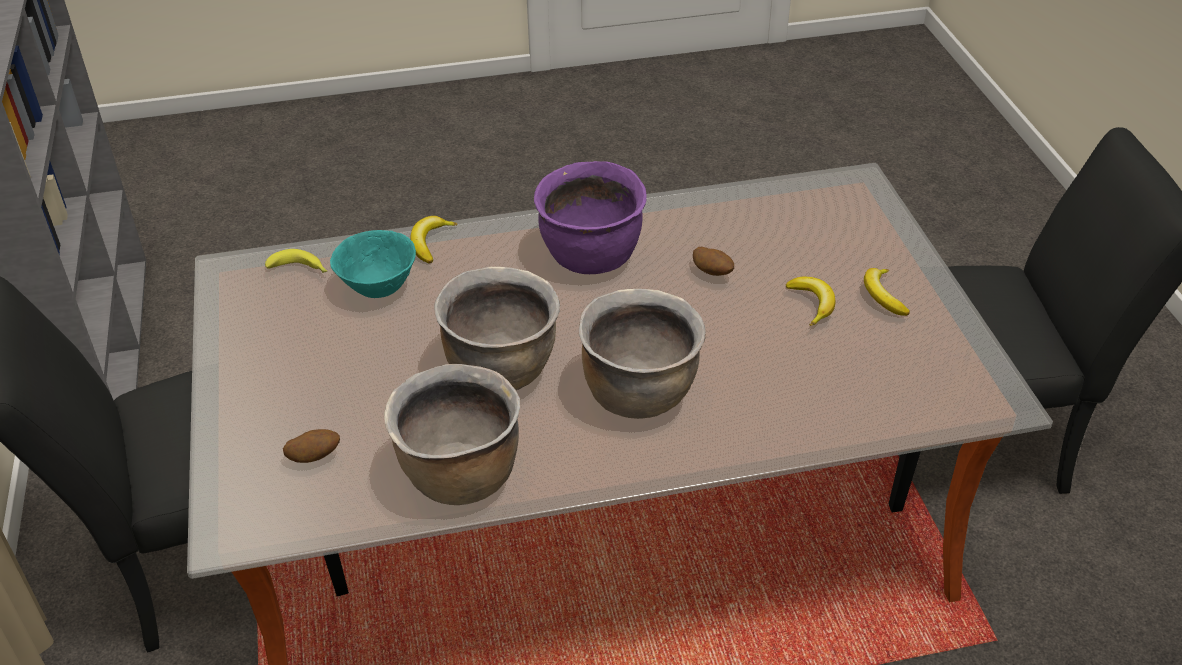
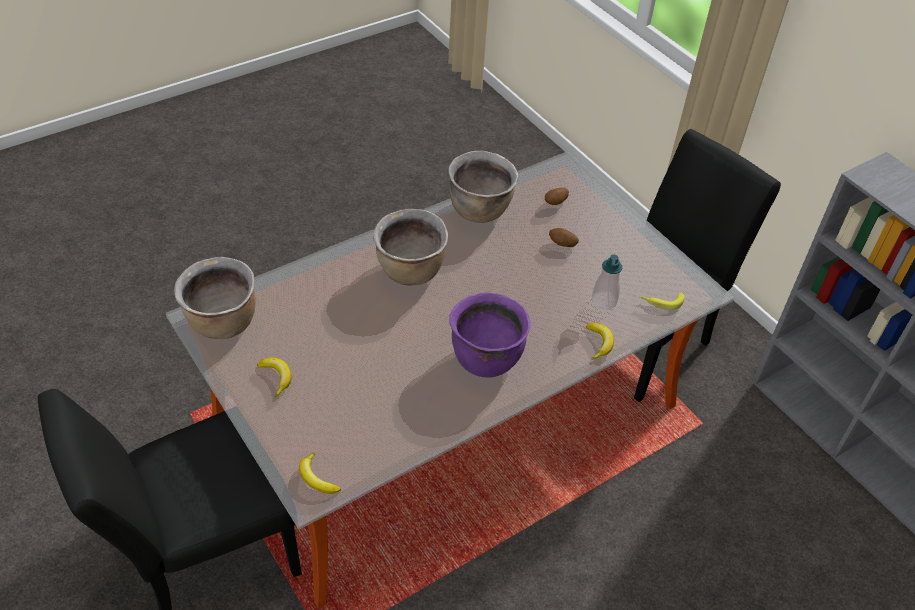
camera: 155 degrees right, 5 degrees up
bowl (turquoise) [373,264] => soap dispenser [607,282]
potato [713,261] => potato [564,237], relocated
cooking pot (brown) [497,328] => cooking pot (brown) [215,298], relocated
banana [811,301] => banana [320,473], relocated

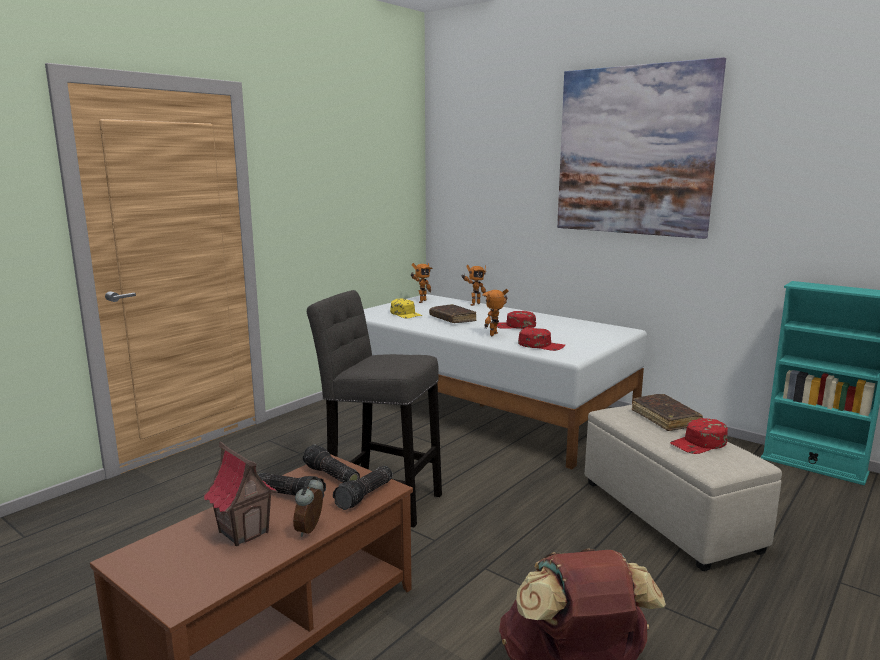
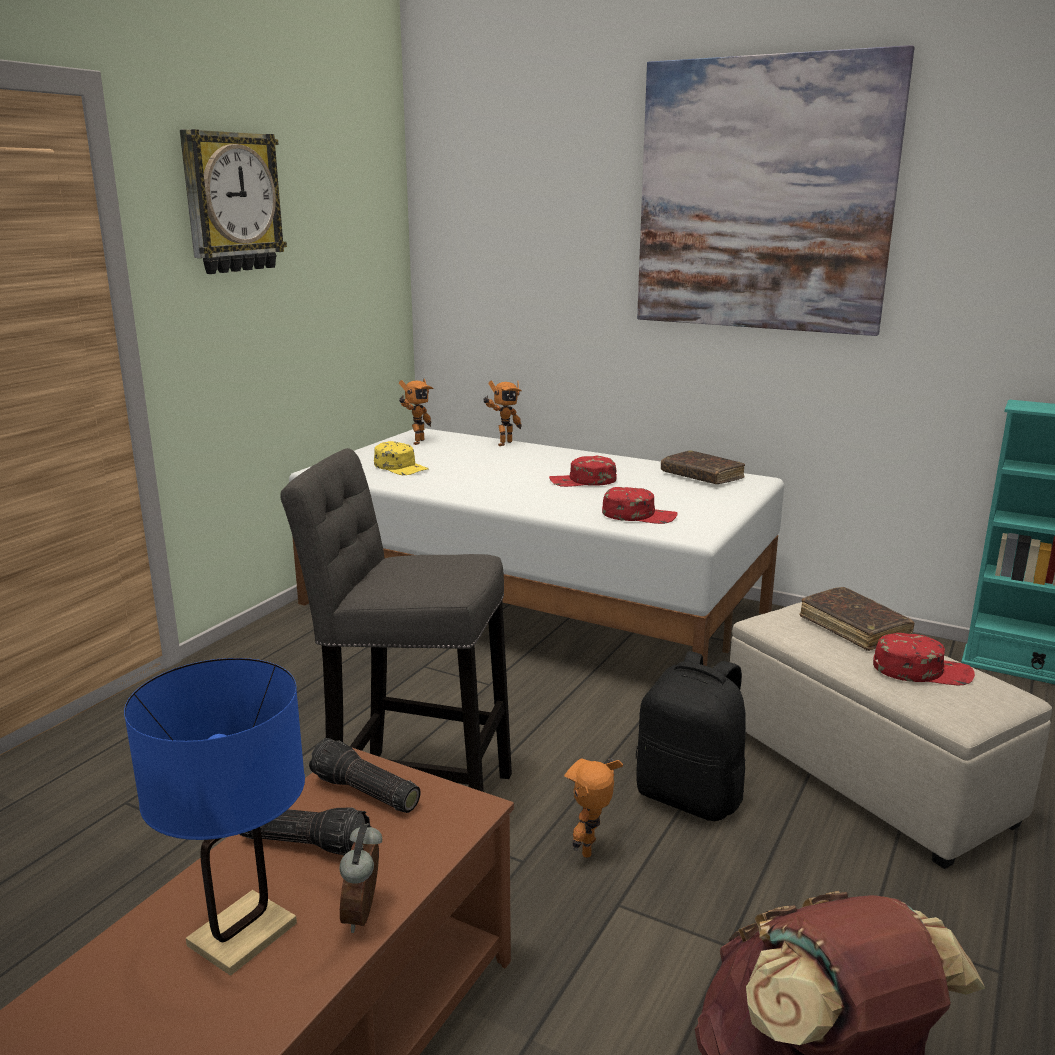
camera: 10 degrees left, 5 degrees up
toy robot [496,312] => toy robot [593,808], relocated
book (brown) [452,313] => book (brown) [703,467], relocated
cap (red) [699,436] => cap (red) [924,659], 135 degrees counterclockwise
toy house [240,493] => table lamp (blue) [214,817]
flashlight [362,488] => nothing
nothing => wall clock [233,201]
nothing => backpack (black) [691,736]

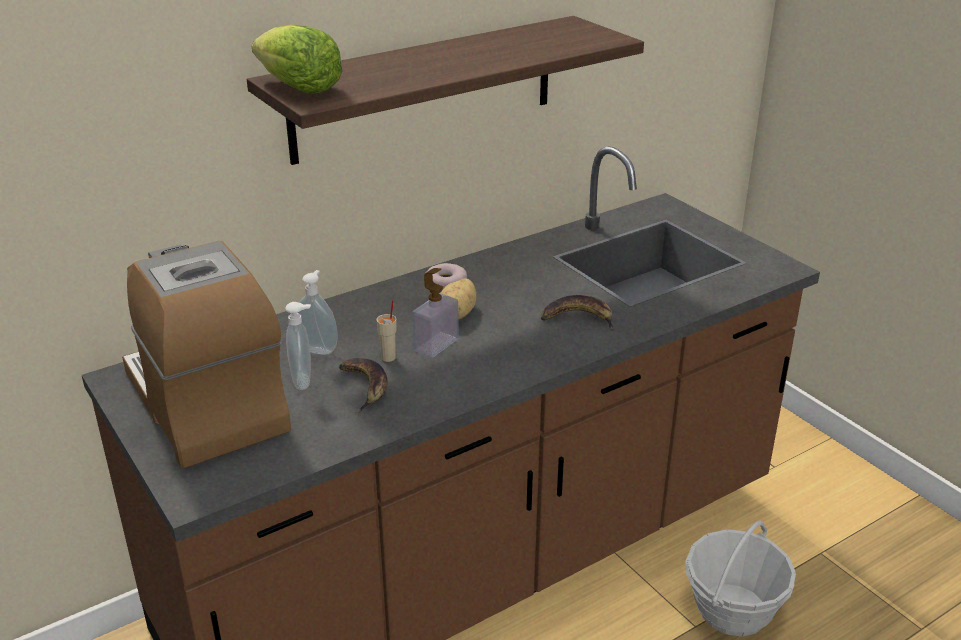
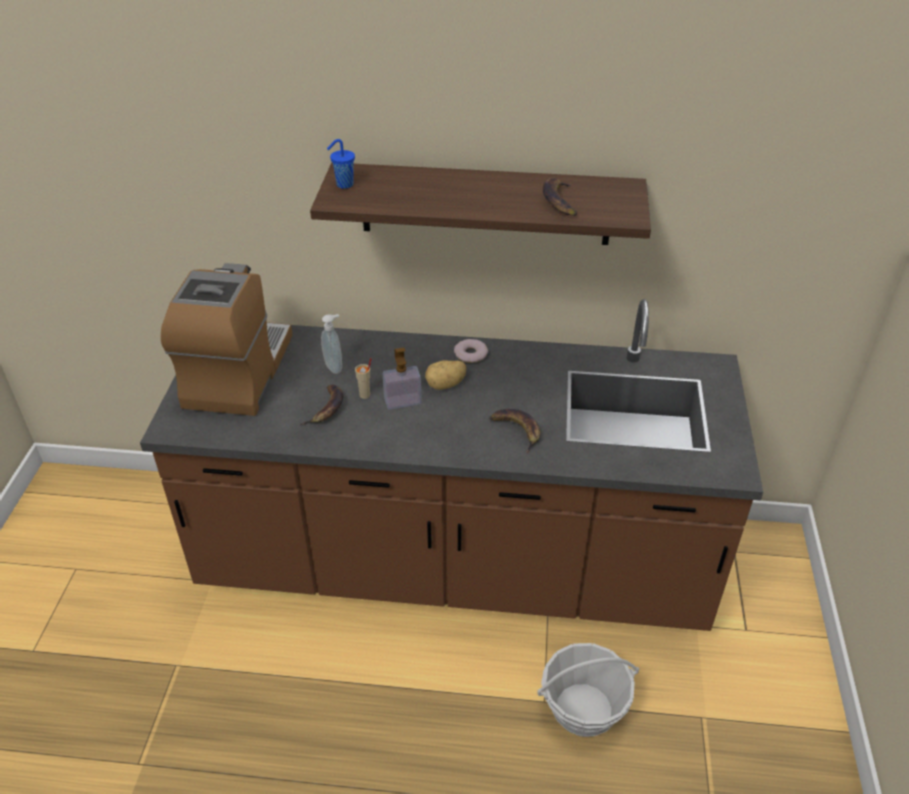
camera: 40 degrees right, 10 degrees up
lettuce [297,59] => cup (blue) [341,164]
soap dispenser [298,346] => nothing
nothing => banana [560,197]

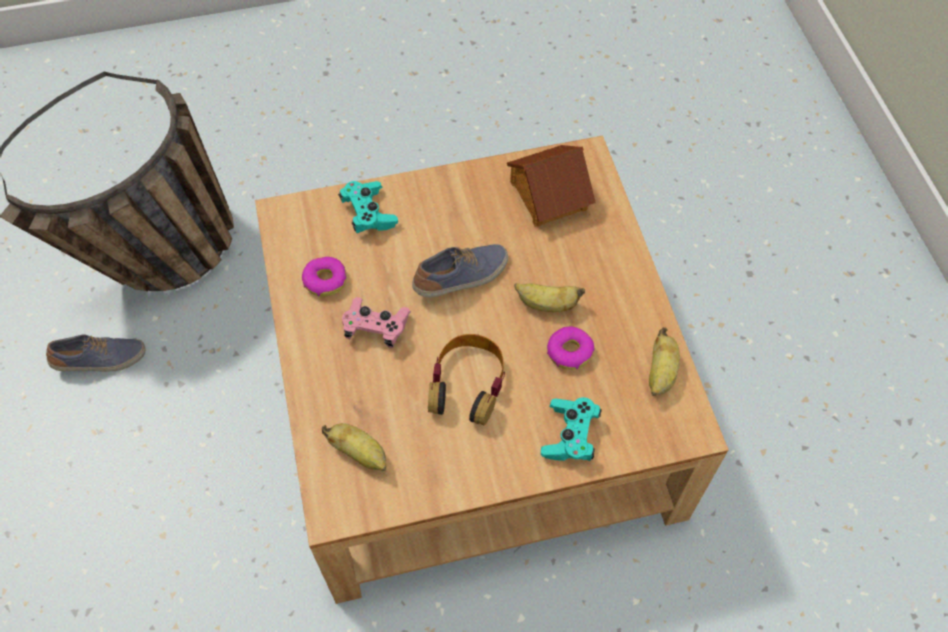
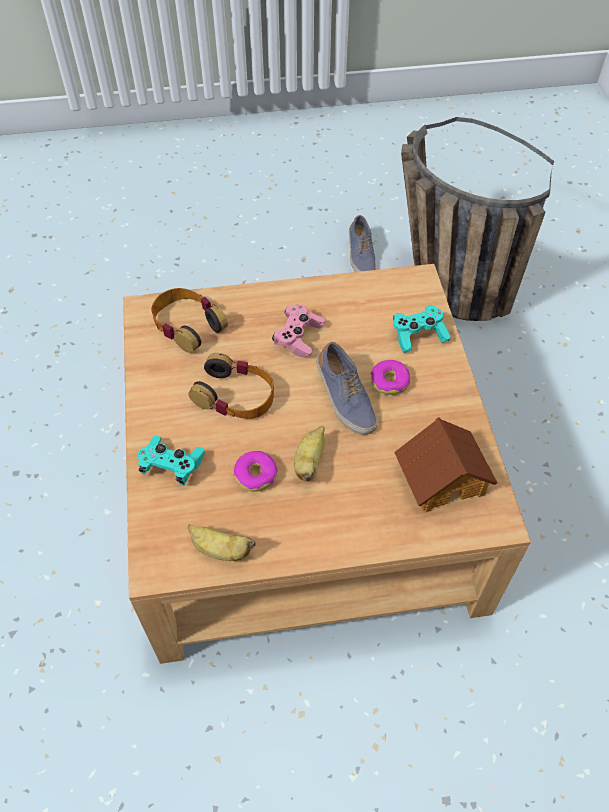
camera: 95 degrees right, 5 degrees down
donut [324,277] => donut [390,377], relocated
banana [354,447] => headphones [190,320]

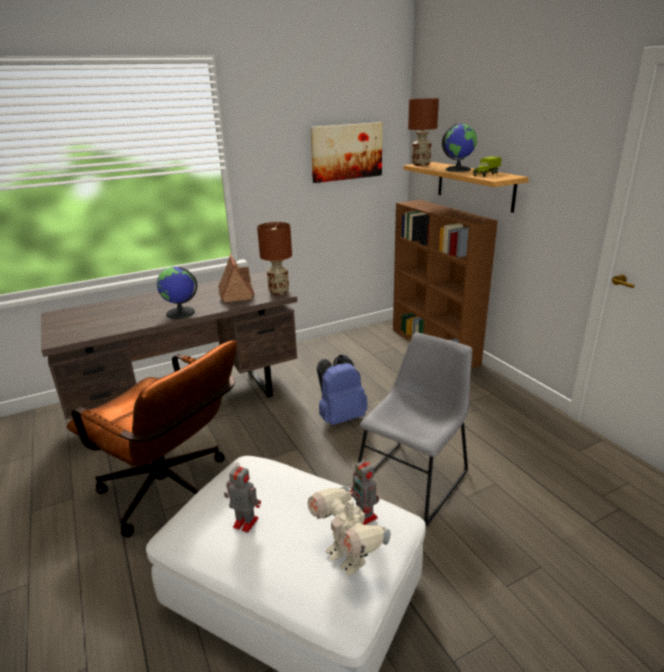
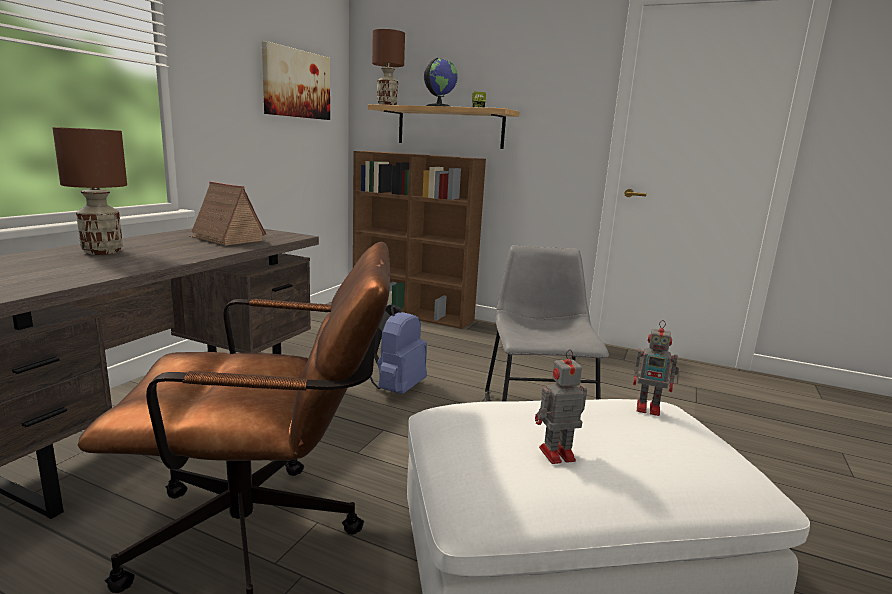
camera: 40 degrees left, 10 degrees down
table lamp (brown) [274,258] => table lamp (brown) [90,191], relocated
globe [177,293] => nothing
toy robot [349,531] => nothing

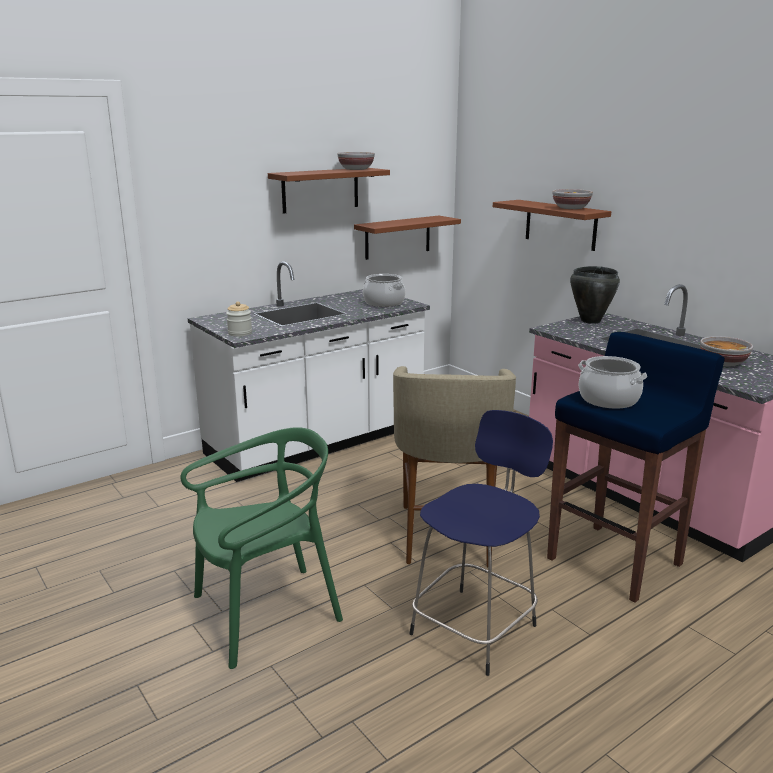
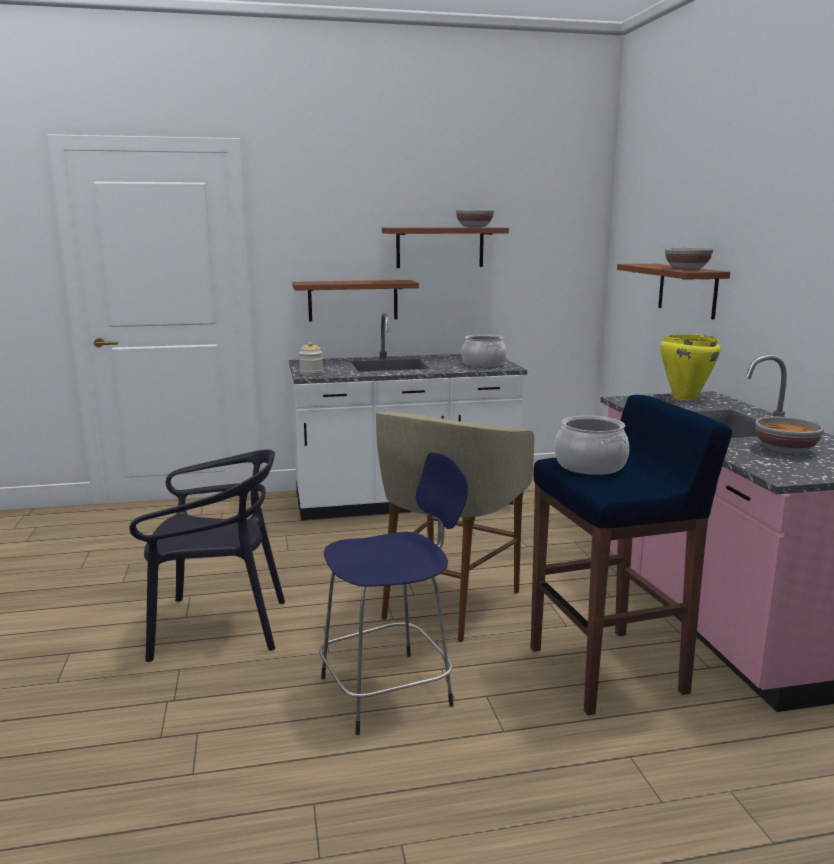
camera: 25 degrees right, 5 degrees down
shelf (brown) [407,238] => shelf (brown) [355,301], relocated
cooking pot (black) [595,295] => cooking pot (yellow) [690,367]
chair (green) [261,548] => chair (black) [207,556]

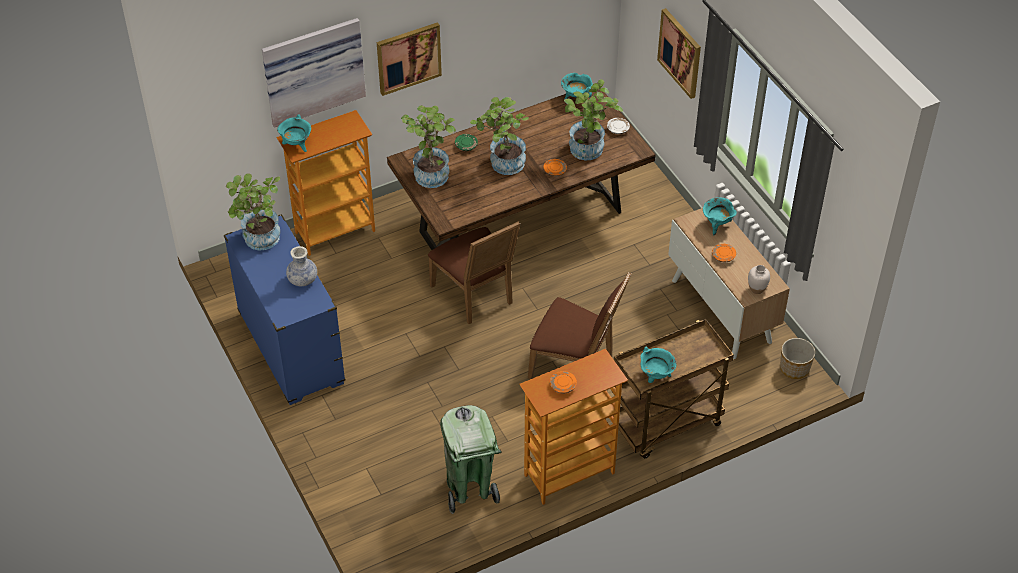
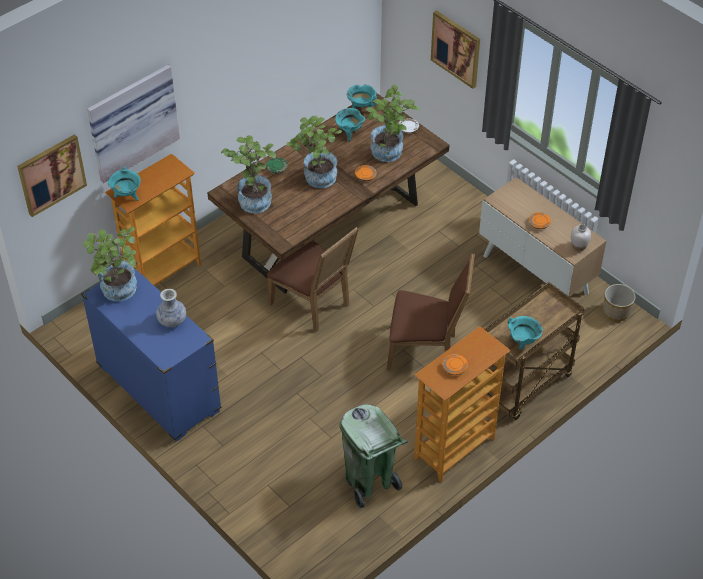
camera: 15 degrees left, 0 degrees up
picture [409,59] => picture [52,175], relocated
cooking pot (turquoise) [720,216] => cooking pot (turquoise) [350,125], relocated

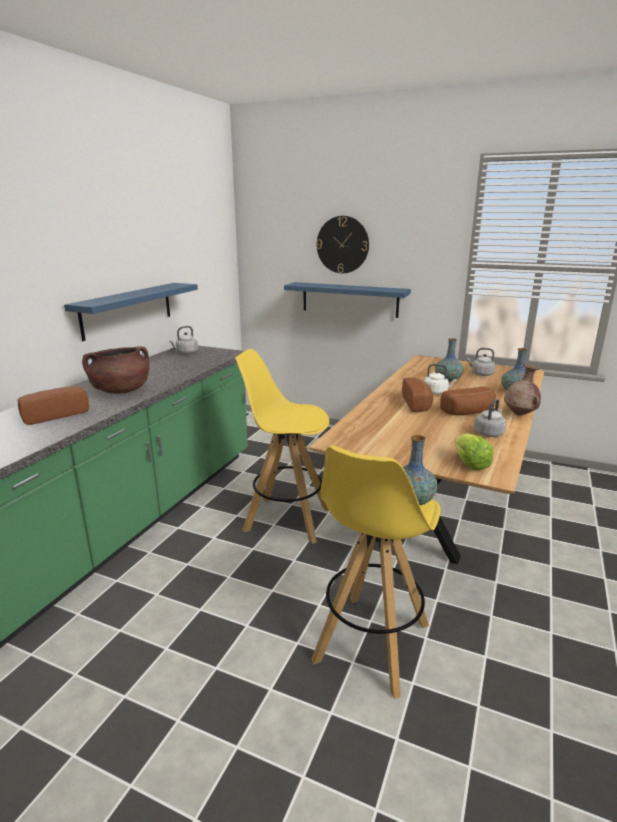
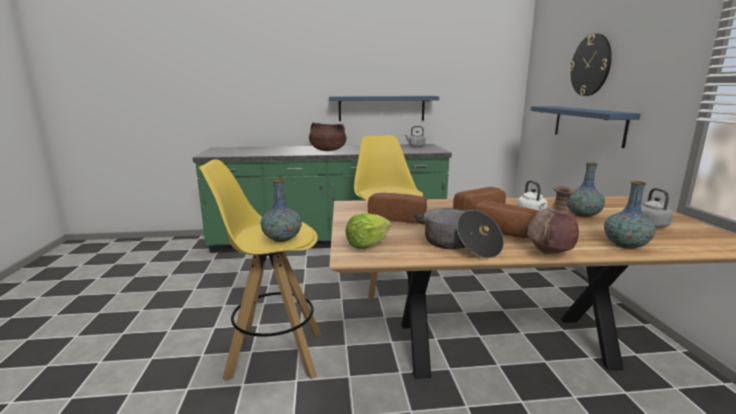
camera: 60 degrees right, 5 degrees down
bread [53,405] => bread [397,208], relocated
kettle (grey) [490,418] => cooking pot [459,233]

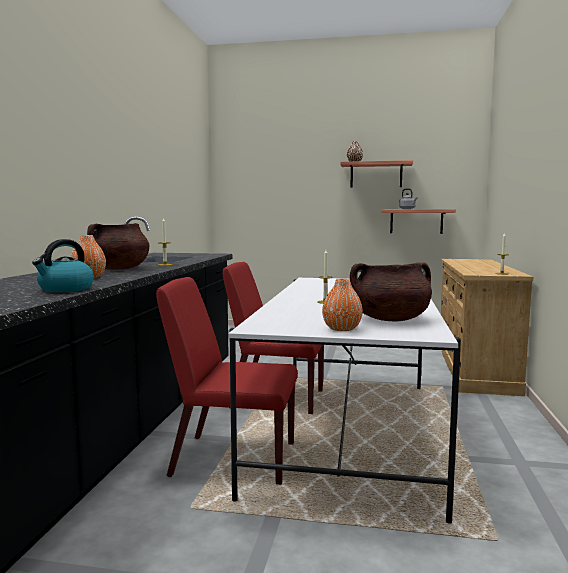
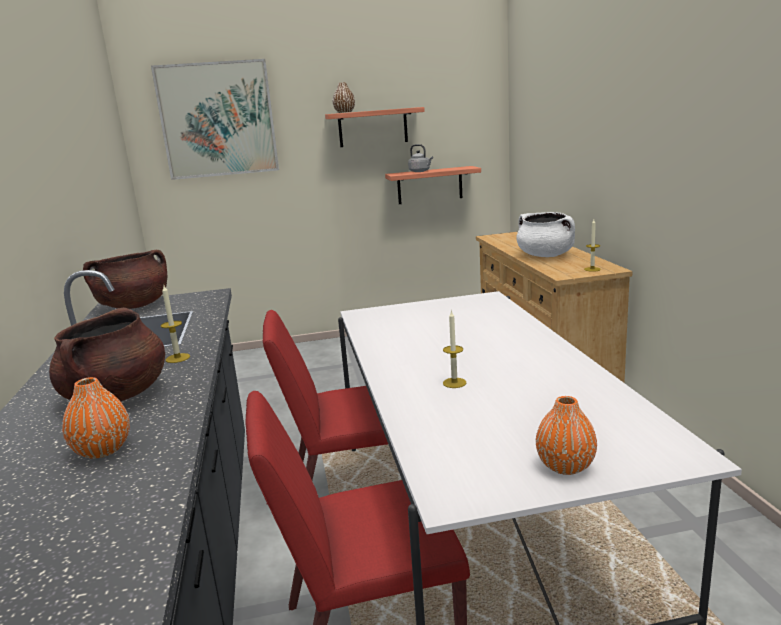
camera: 20 degrees left, 10 degrees up
kettle [63,265] => nothing
cooking pot (brown) [391,291] => cooking pot (brown) [125,279], relocated
nothing => picture [215,119]
nothing => cooking pot (white) [545,234]

